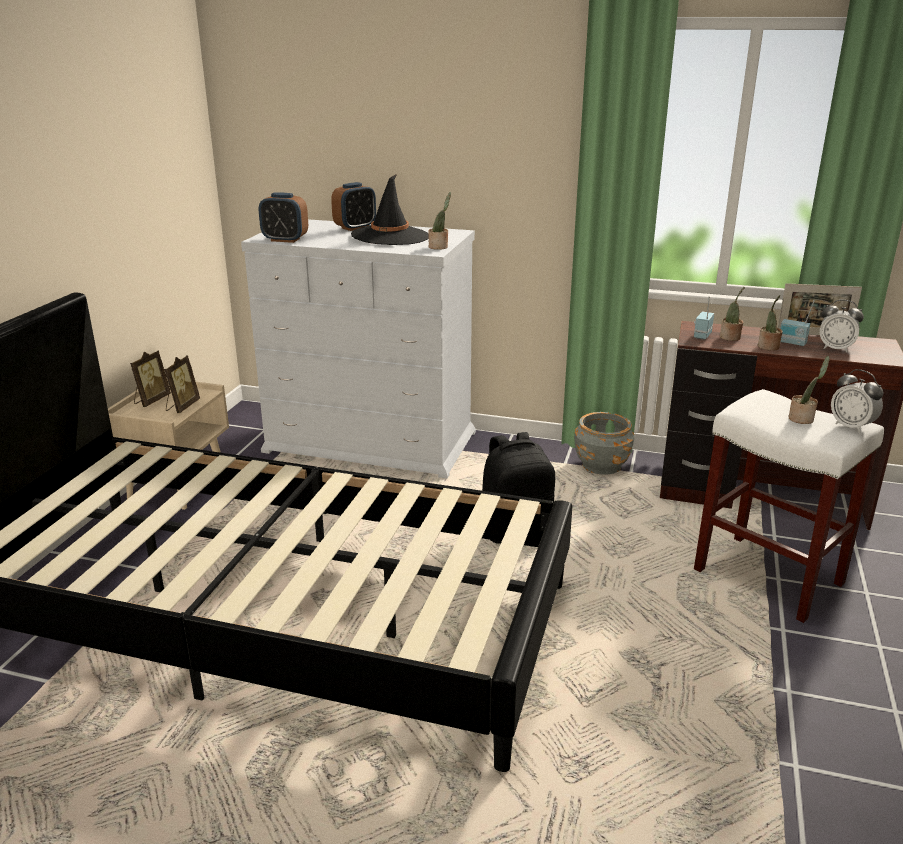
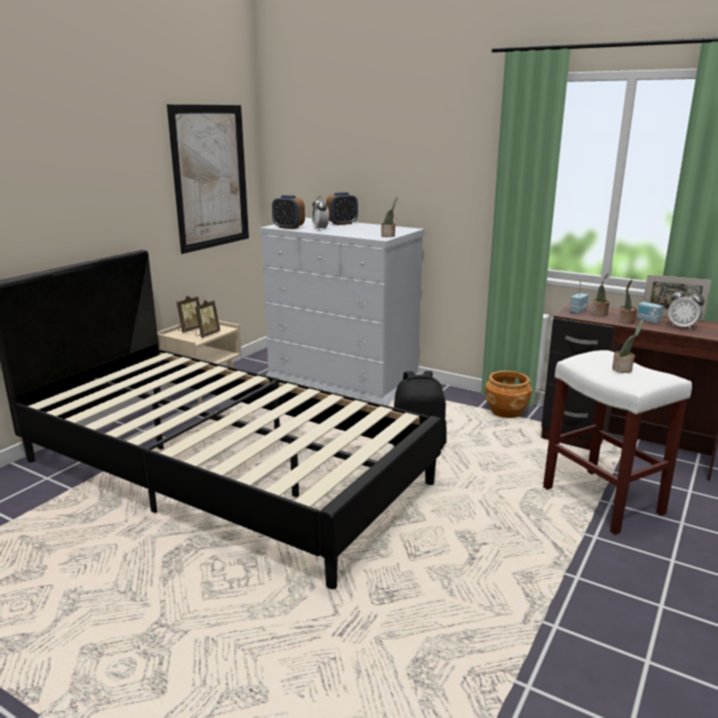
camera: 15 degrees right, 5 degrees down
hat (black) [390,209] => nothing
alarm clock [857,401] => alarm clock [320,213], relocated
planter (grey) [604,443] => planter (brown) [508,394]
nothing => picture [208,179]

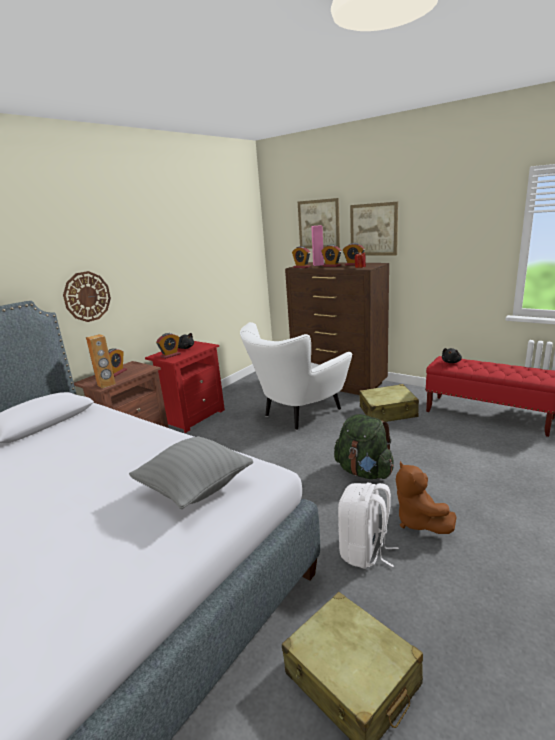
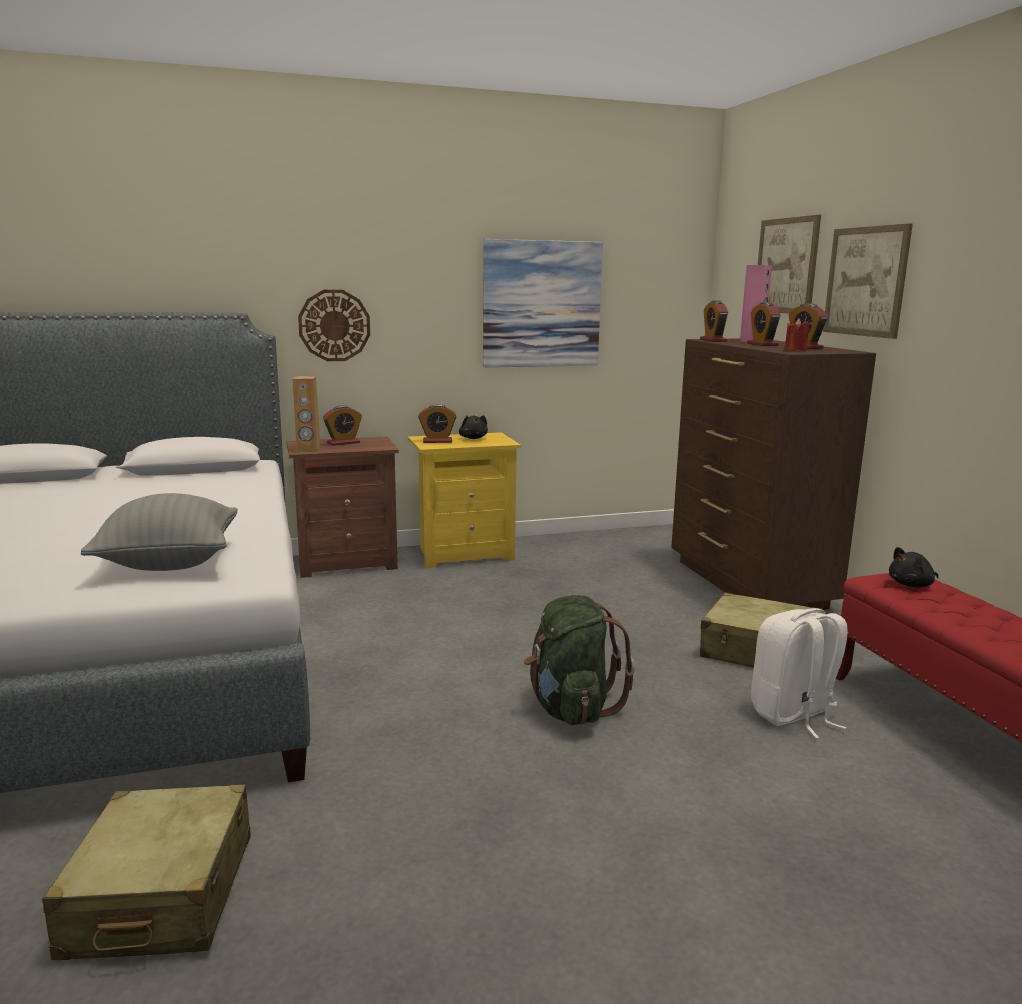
camera: 35 degrees right, 5 degrees down
armchair (white) [296,376] => nothing
nightstand (red) [185,387] => nightstand (yellow) [464,500]
plush toy (brown) [426,497] => nothing
backpack (white) [368,526] => backpack (white) [799,673], relocated
nothing => picture [543,303]

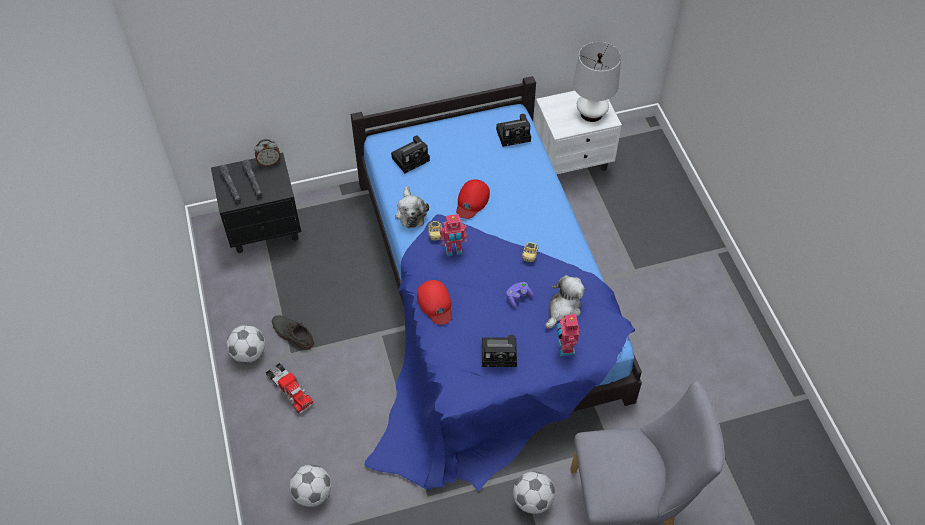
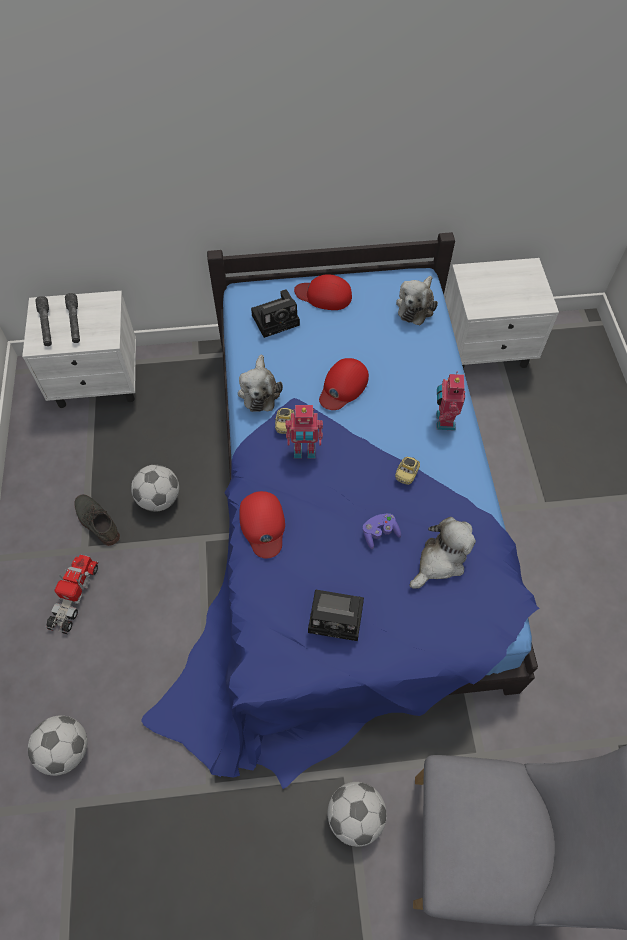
camera: 10 degrees right, 5 degrees up
table lamp (white) [597,82] => nothing
photo camera [513,130] => plush toy [417,300]
alarm clock [267,153] => nothing
nightstand (black) [256,202] => nightstand (white) [79,349]
toy robot [568,334] => toy robot [450,401], relocated
football [245,344] => football [155,488], relocated
toy truck [290,388] => toy truck [72,595], 135 degrees counterclockwise
nothing => cap (red) [323,292]

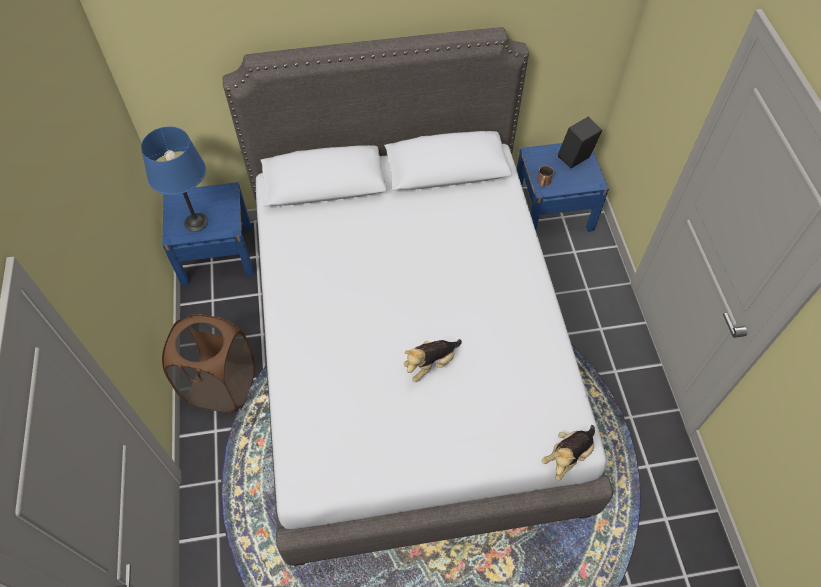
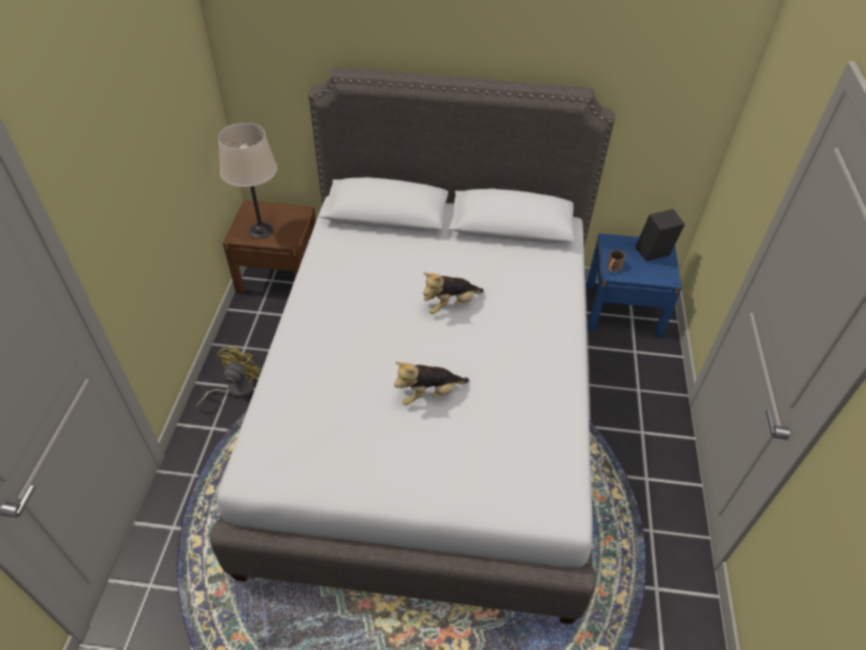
camera: 15 degrees right, 10 degrees down
table lamp (blue) [174,179] => table lamp (beige) [247,180]
nightstand (blue) [208,234] => nightstand (brown) [269,247]
laundry basket (brown) [208,363] => fan (yellow) [229,377]
plush toy [568,453] => plush toy [453,293], relocated

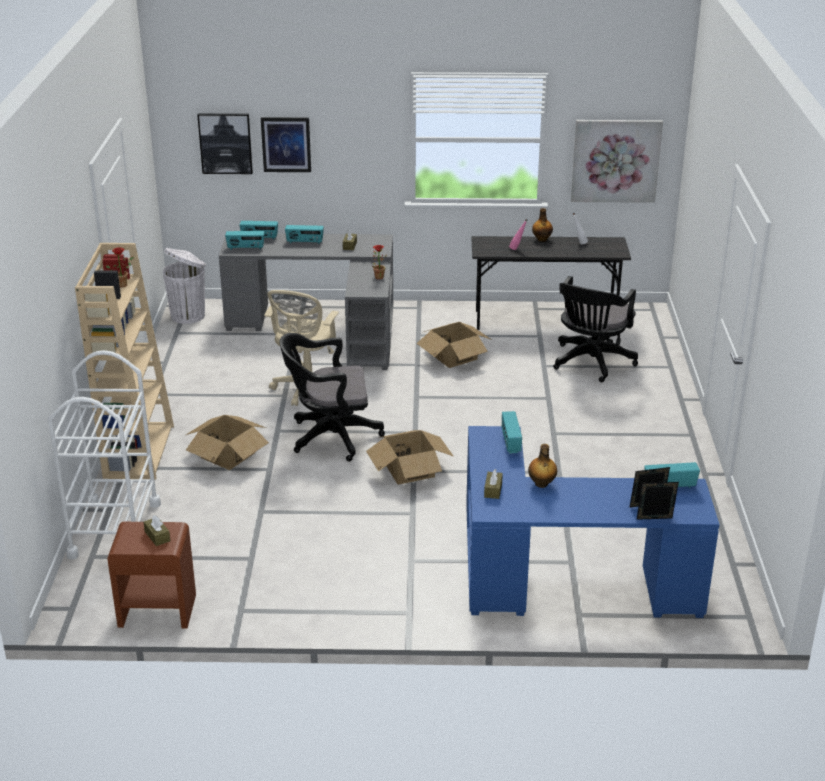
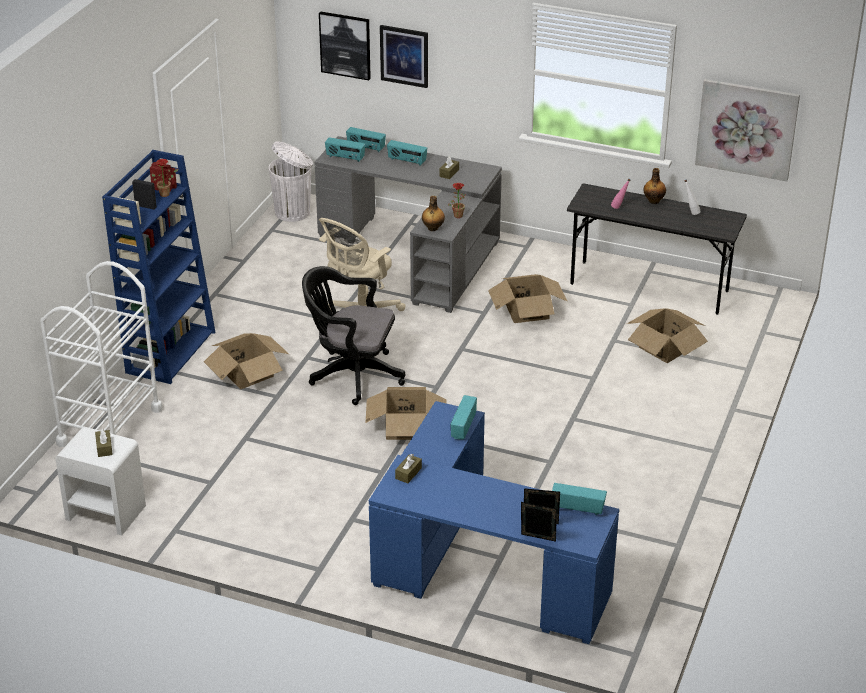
camera: 20 degrees right, 5 degrees up
bookcase (beige) [124,361] => bookcase (blue) [158,267]
office chair (black) [595,329] => cardboard box [667,335]
bottle [542,466] => bottle [433,213], relocated
nightstand (brown) [151,575] => nightstand (white) [100,481]

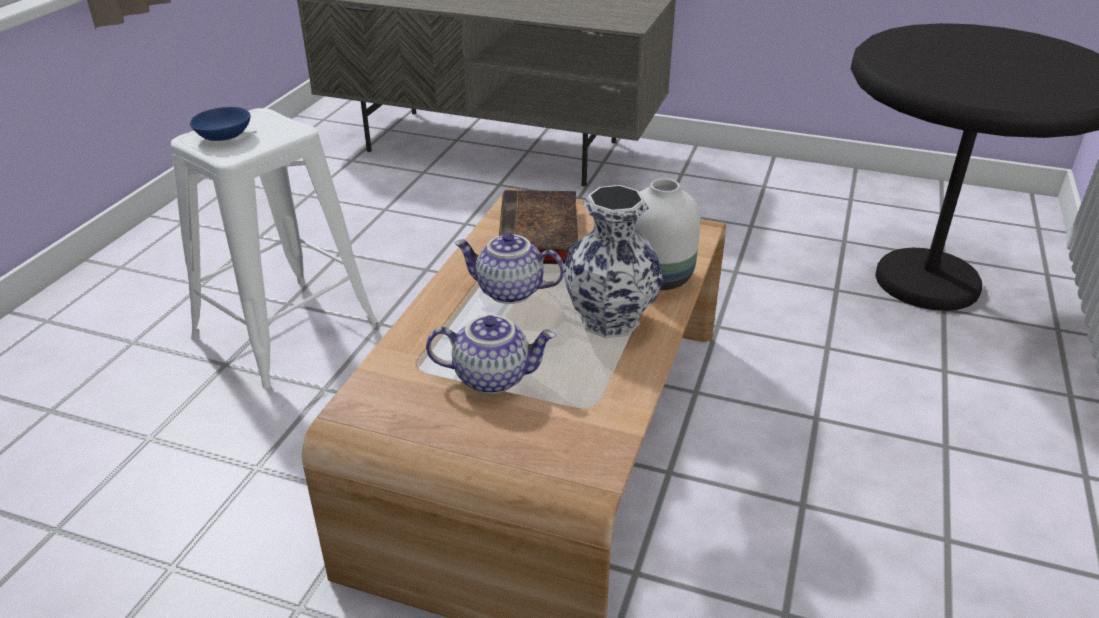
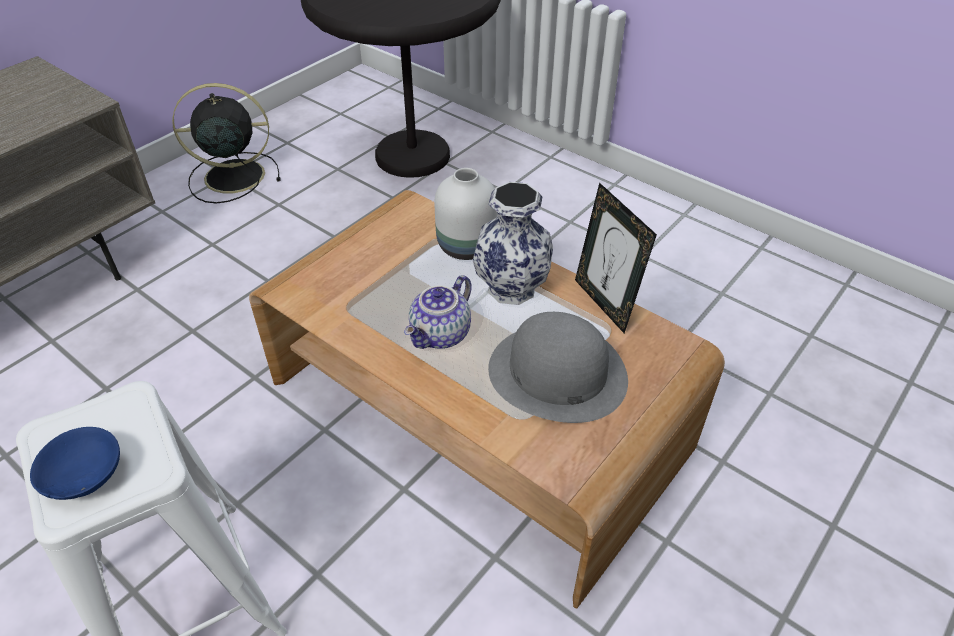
camera: 70 degrees left, 10 degrees up
book [538,227] => nothing
teapot [491,354] => hat (grey) [558,367]
nothing => fan (black) [226,143]
nothing => picture frame [616,258]

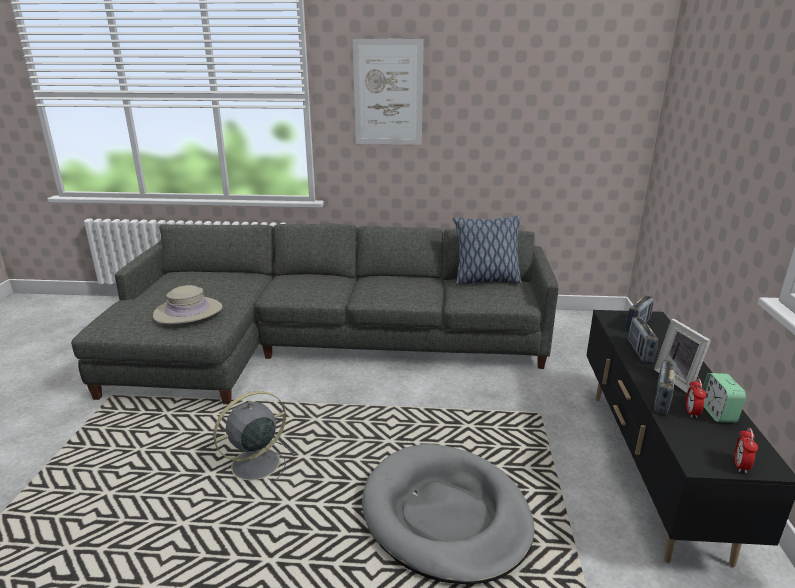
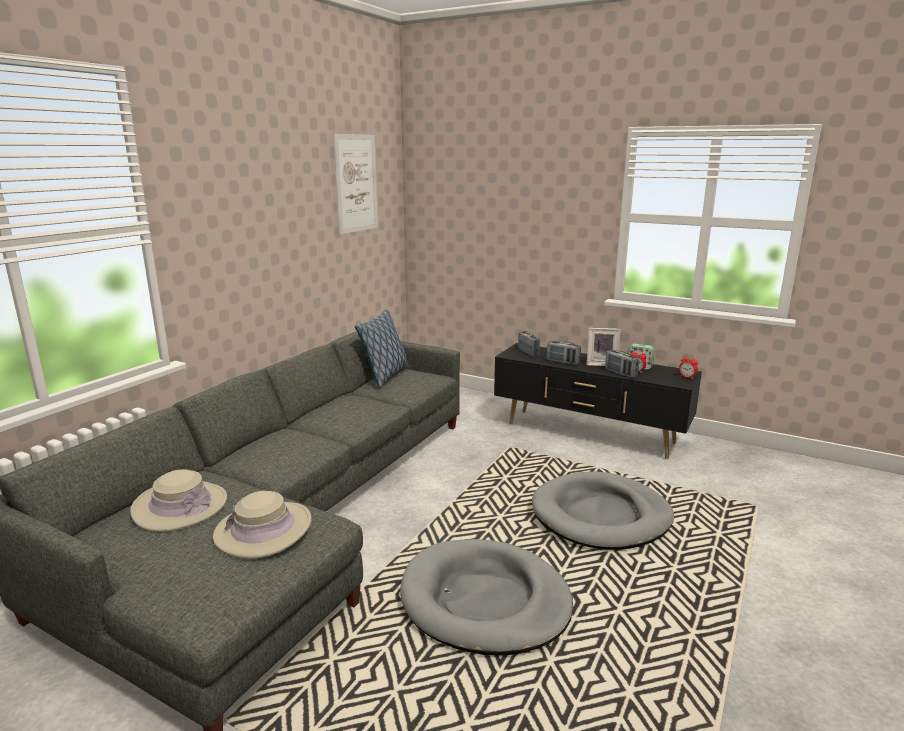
camera: 65 degrees left, 5 degrees down
picture [388,92] => picture [355,184], relocated
fan (grey) [255,438] => dog bed (grey) [486,597]
nothing => hat (beige) [178,500]

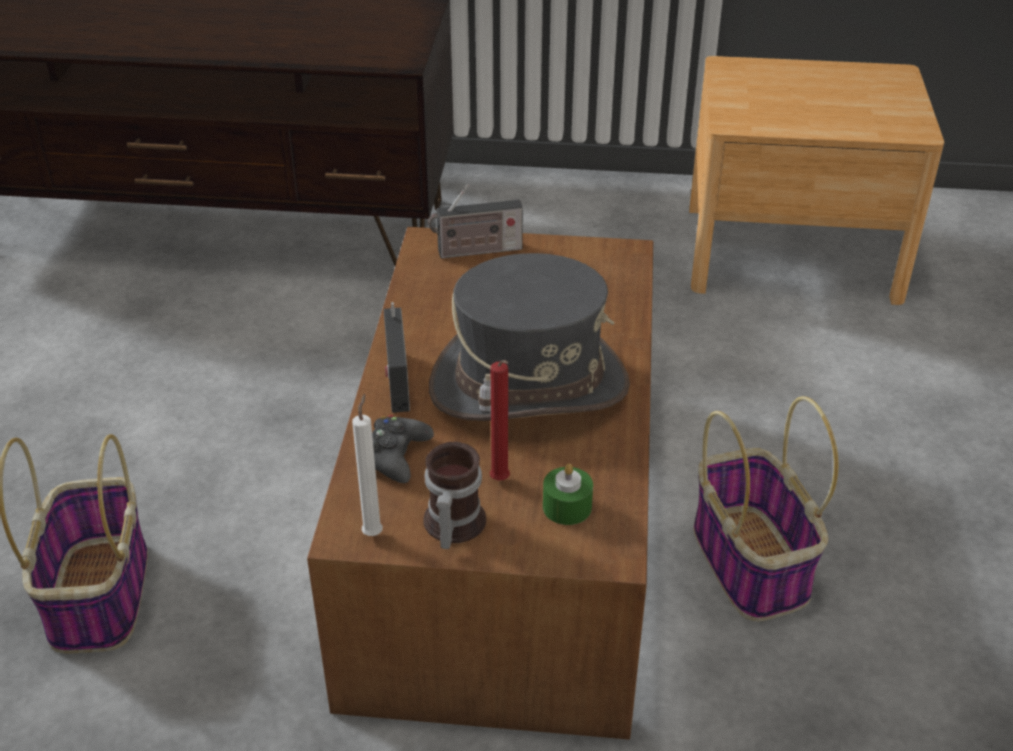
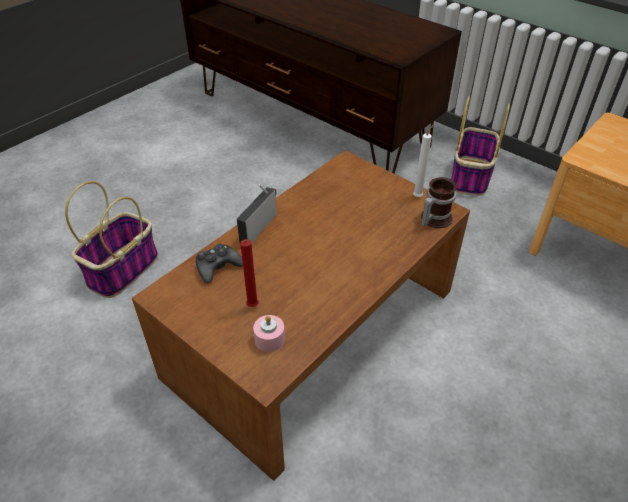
camera: 35 degrees right, 5 degrees up
radio [475,221] => nothing
hat (grey) [529,337] => nothing
candle (white) [367,465] => candle (white) [423,160], relocated
basket [765,508] => basket [480,146], relocated
mug [454,495] => mug [439,202], relocated
candle (green) [568,494] => candle (pink) [269,333]

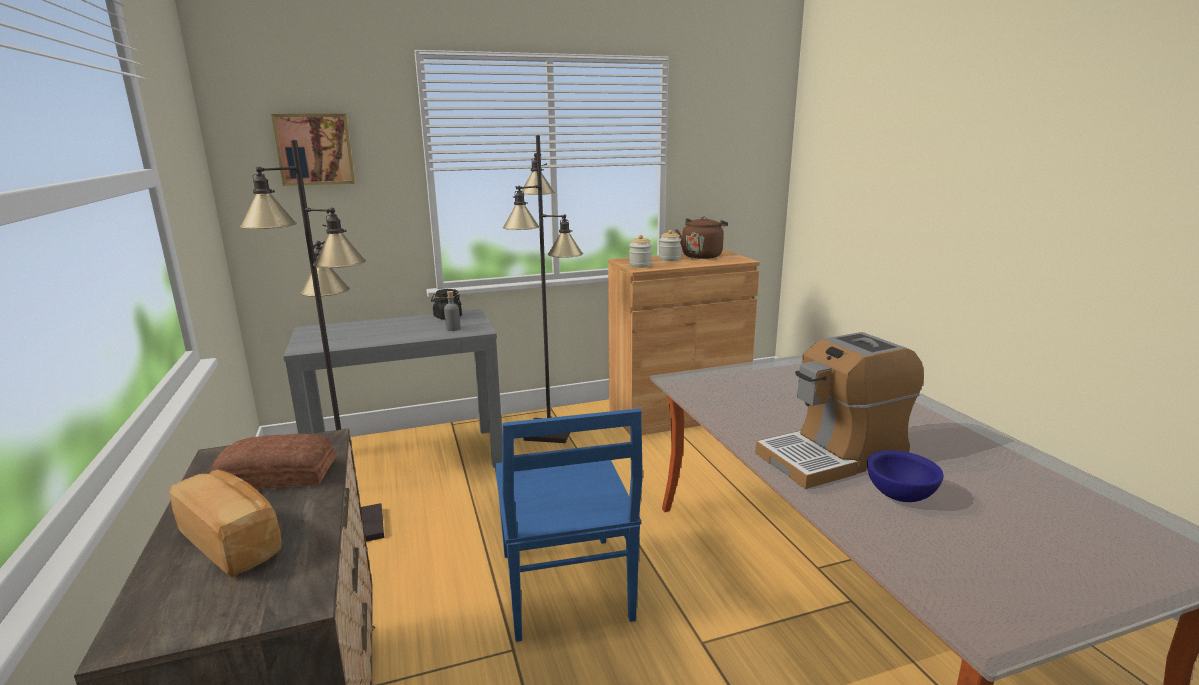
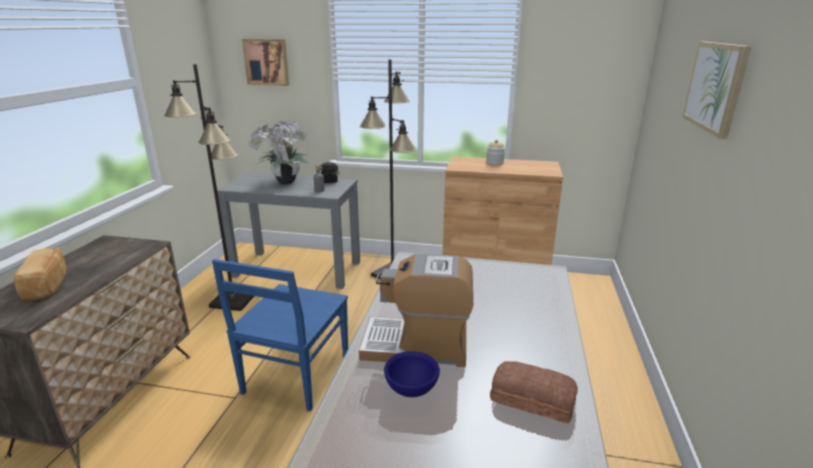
camera: 30 degrees right, 5 degrees up
kettle (brown) [701,238] => nothing
jar [640,251] => nothing
bread [274,461] => bread [534,392], relocated
nothing => picture [717,90]
nothing => potted plant [277,152]

